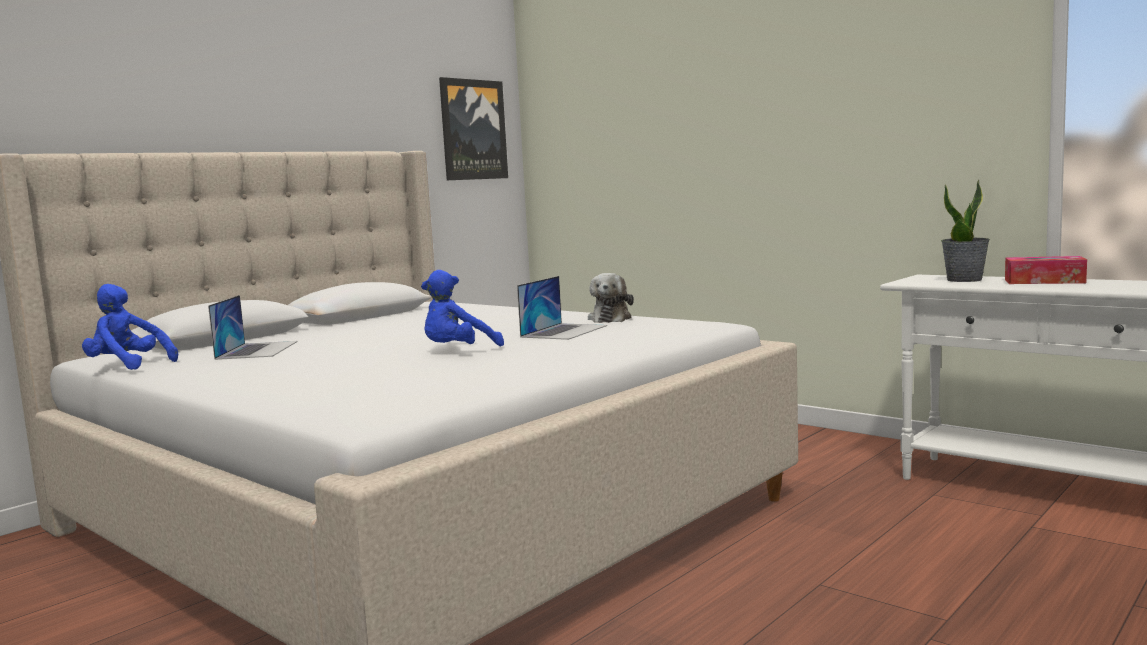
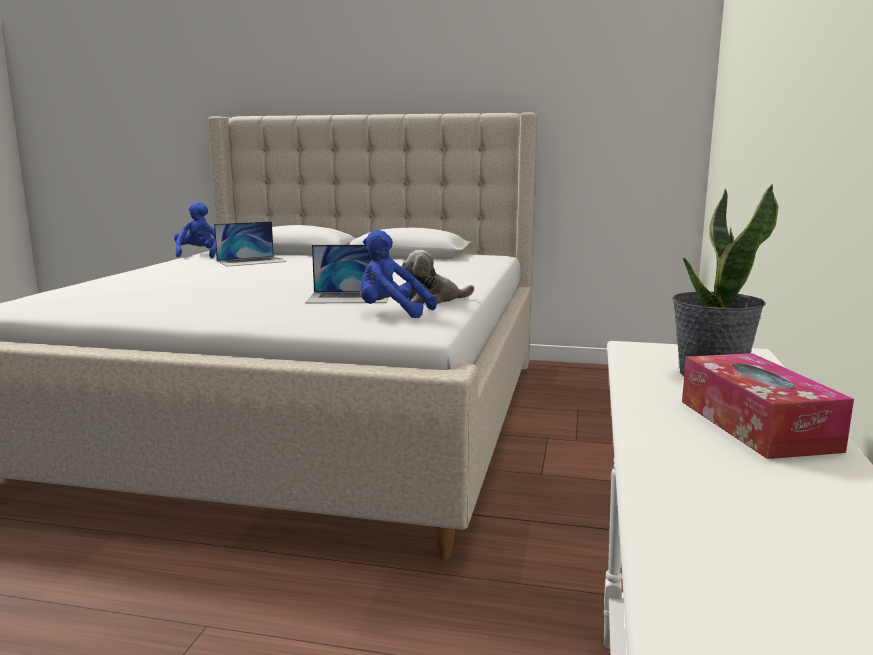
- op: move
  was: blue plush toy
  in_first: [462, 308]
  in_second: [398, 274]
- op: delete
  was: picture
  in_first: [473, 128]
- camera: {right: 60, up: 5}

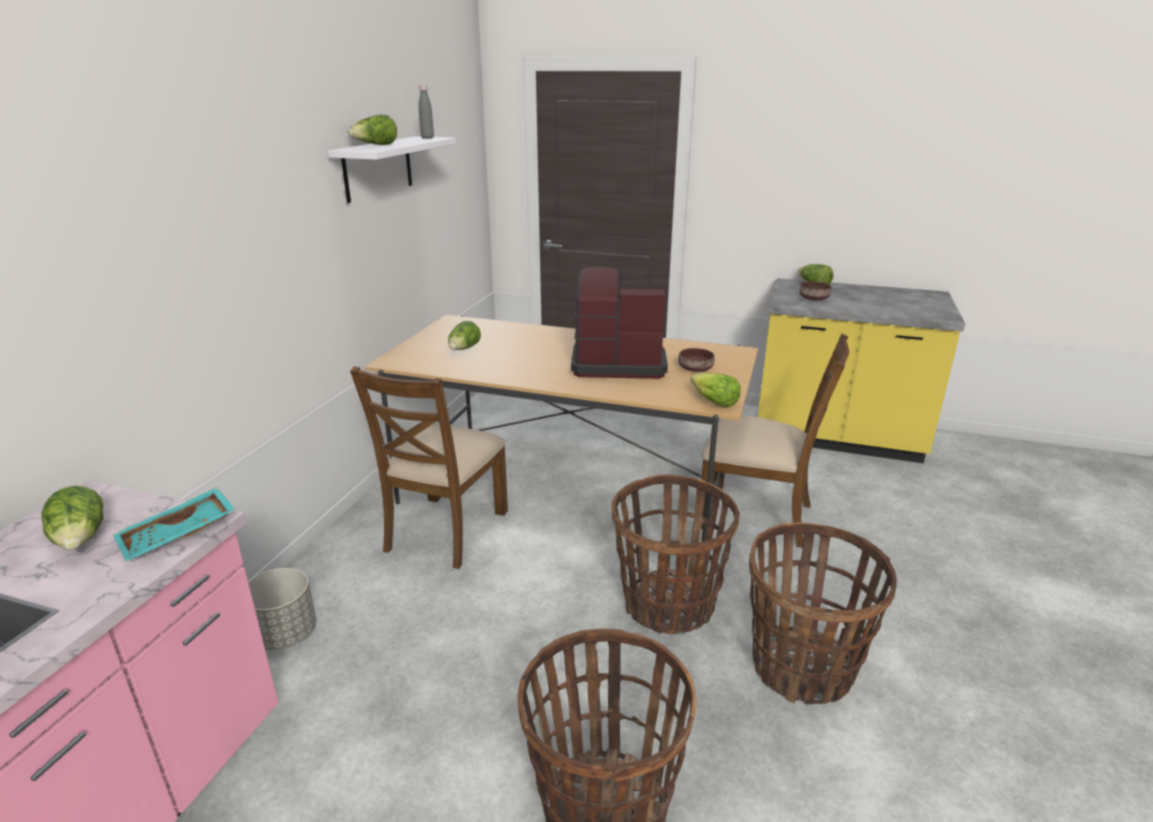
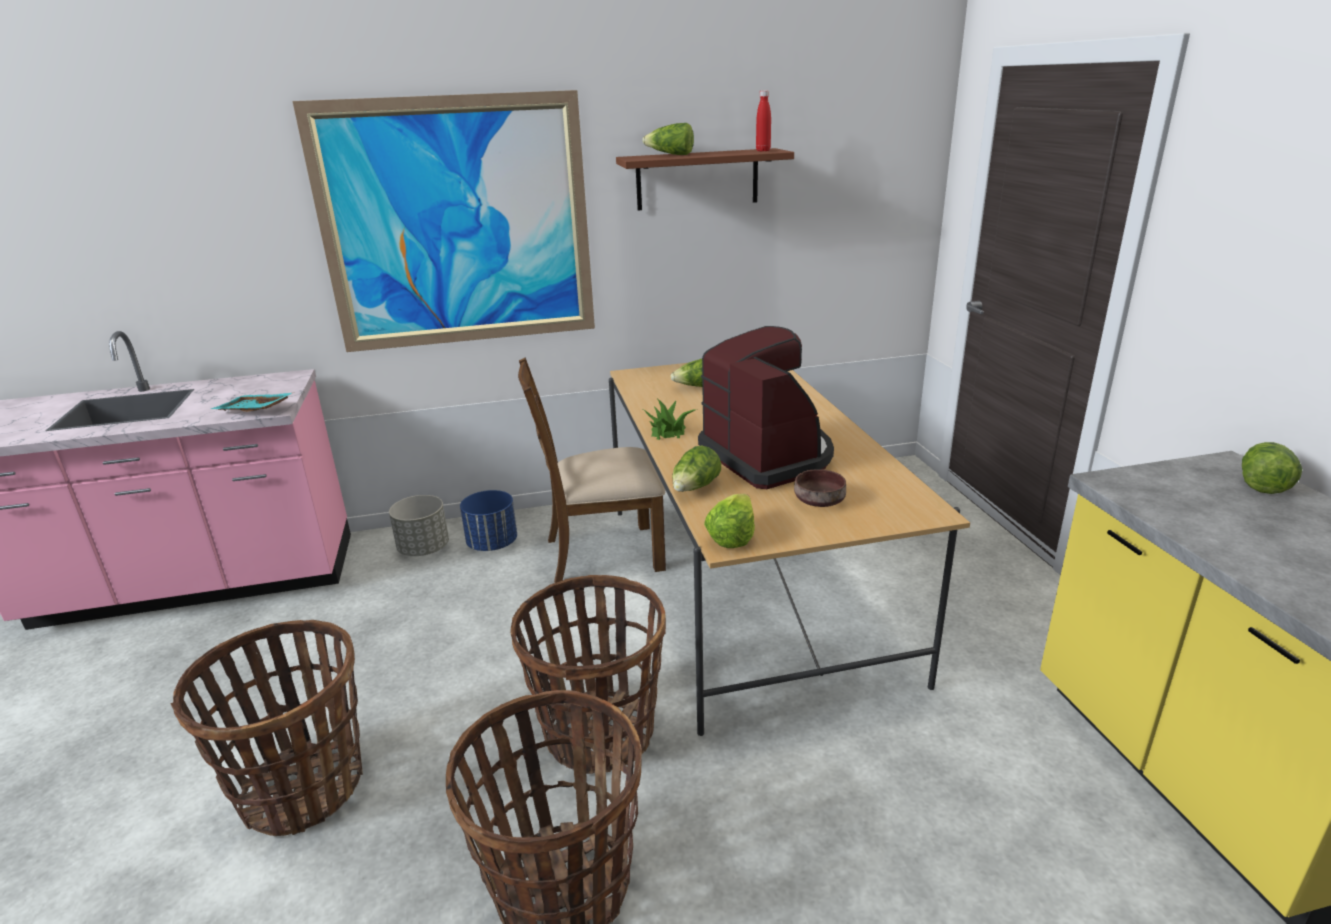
- op: insert
  now: picture
  in_second: [443, 221]
- op: insert
  now: blue planter
  in_second: [488, 520]
- op: recolor
  was: white shelf
  now: brown shelf
  in_first: [392, 169]
  in_second: [705, 179]
- op: insert
  now: potted plant
  in_second: [669, 419]
- op: move
  was: lettuce
  in_first: [72, 518]
  in_second: [696, 468]
- op: recolor
  was: grey bottle
  now: red bottle
  in_first: [426, 112]
  in_second: [763, 120]
- op: delete
  was: brown chair
  in_first: [775, 440]
- op: delete
  was: brown bowl
  in_first: [815, 291]
- camera: {right: 60, up: 0}

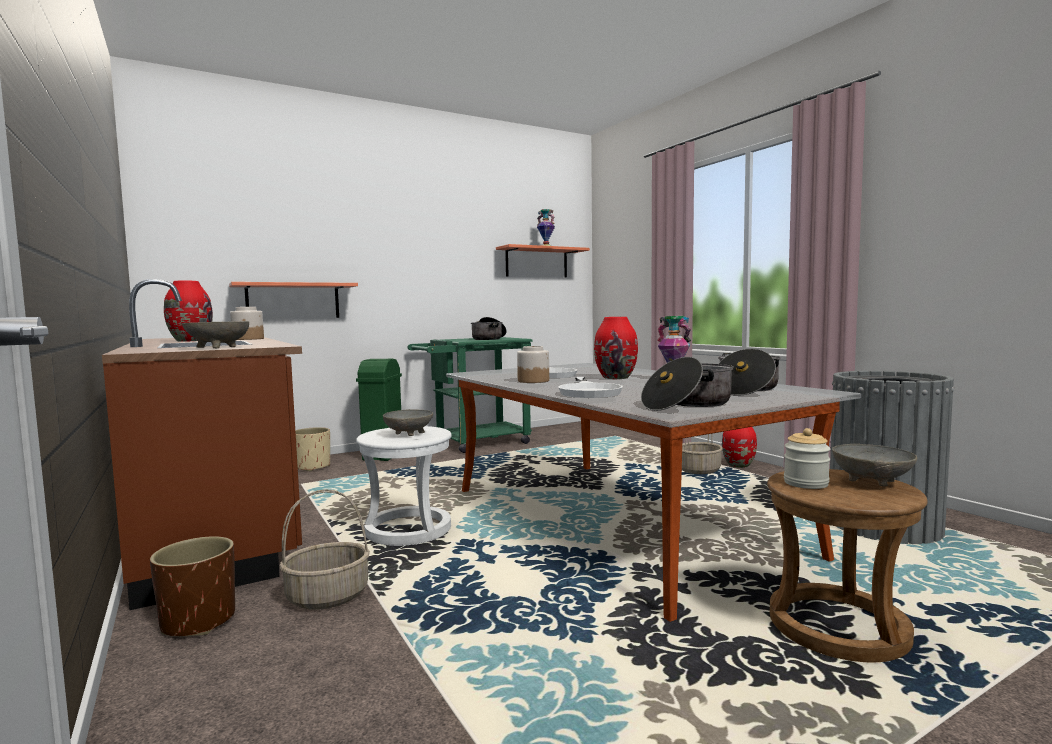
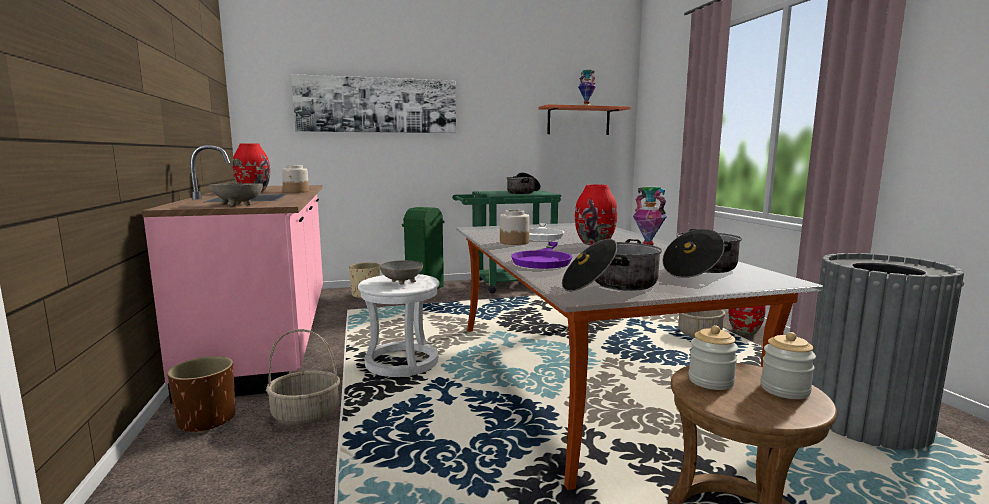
- op: recolor
  was: brown counter
  now: pink counter
  in_first: [202, 444]
  in_second: [232, 274]
- op: insert
  now: picture
  in_second: [373, 103]
- op: recolor
  was: white frying pan
  now: purple frying pan
  in_first: [590, 387]
  in_second: [541, 255]
- op: replace
  was: grey bowl
  now: jar
  in_first: [874, 465]
  in_second: [788, 365]
- op: delete
  was: shelf
  in_first: [293, 300]
- camera: {right: 15, up: 5}

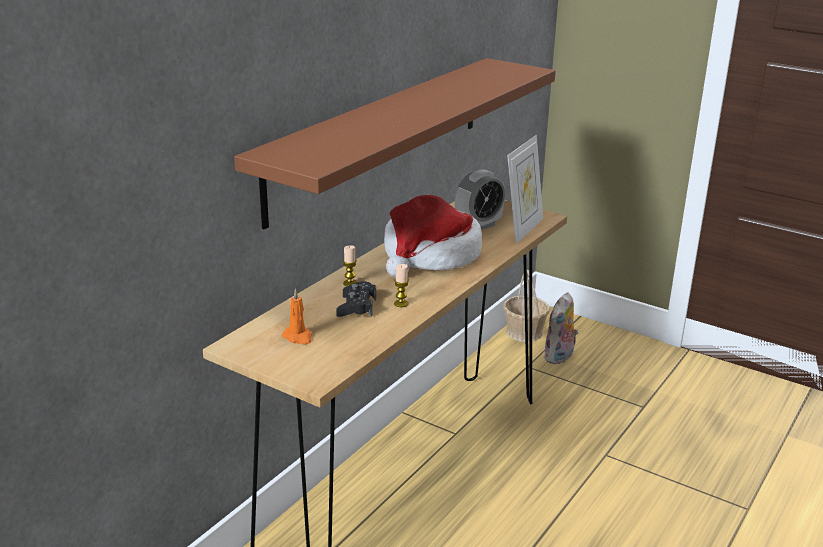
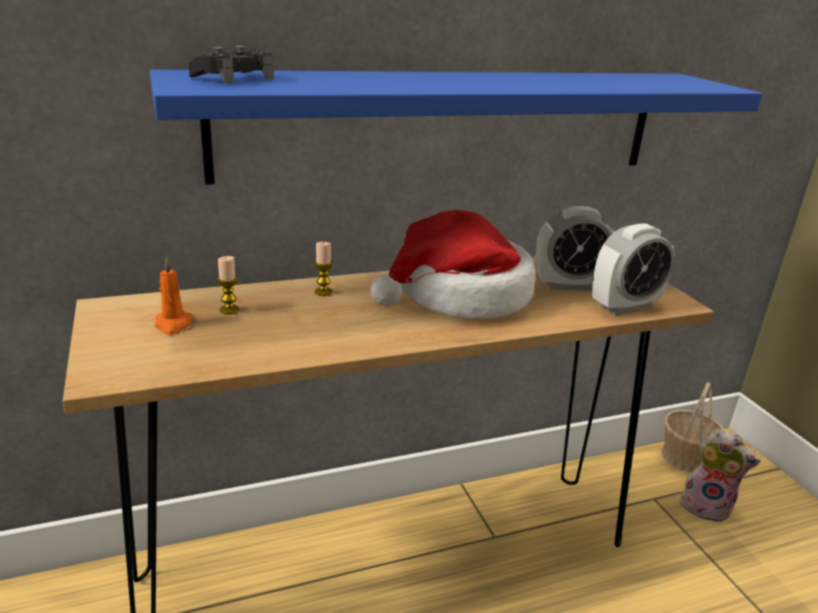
- op: recolor
  was: brown shelf
  now: blue shelf
  in_first: [395, 143]
  in_second: [456, 127]
- op: move
  was: black game controller
  in_first: [356, 299]
  in_second: [231, 65]
- op: move
  was: candle
  in_first: [401, 285]
  in_second: [228, 285]
- op: replace
  was: picture frame
  now: alarm clock
  in_first: [525, 189]
  in_second: [633, 269]
- op: rotate
  was: plush toy
  in_first: [560, 328]
  in_second: [719, 476]
  clockwise: -135
- camera: {right: 35, up: 0}

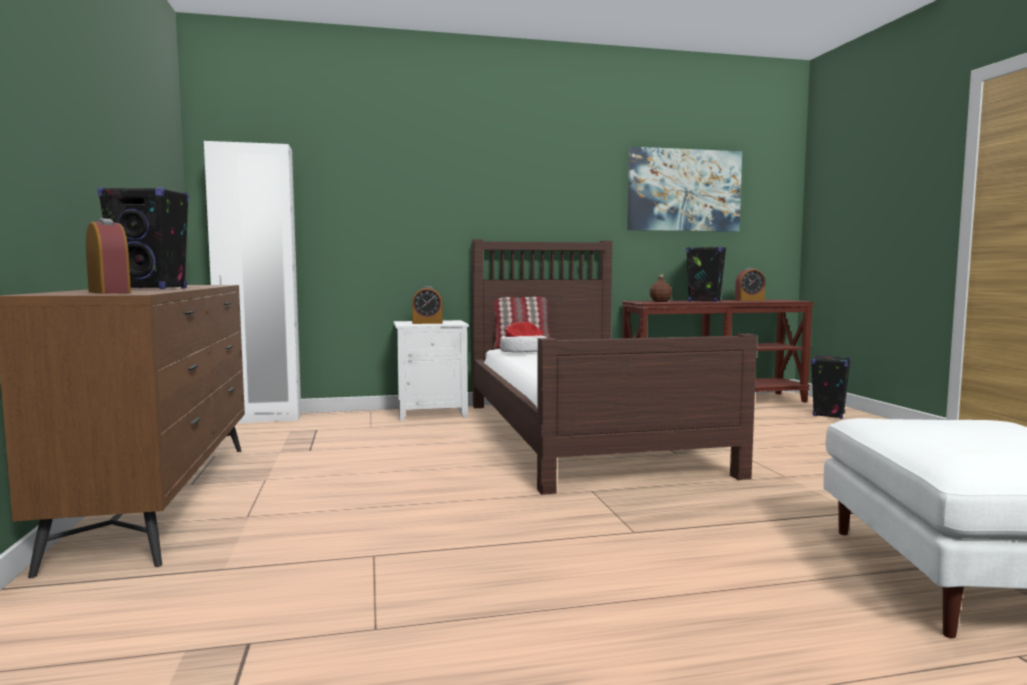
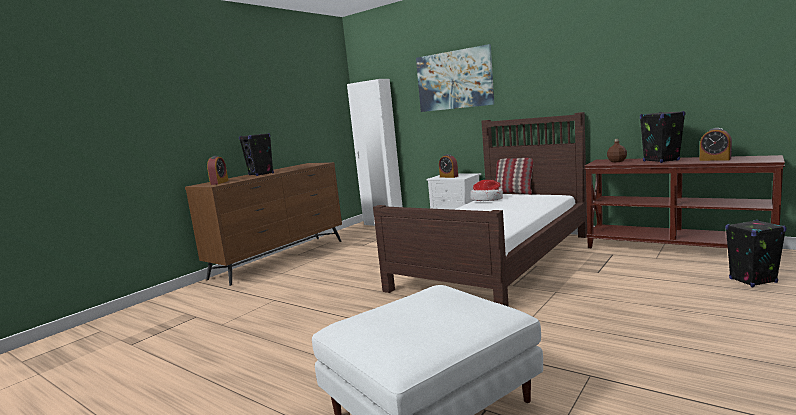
- op: move
  was: picture
  in_first: [684, 189]
  in_second: [455, 78]
- camera: {right: 50, up: 5}

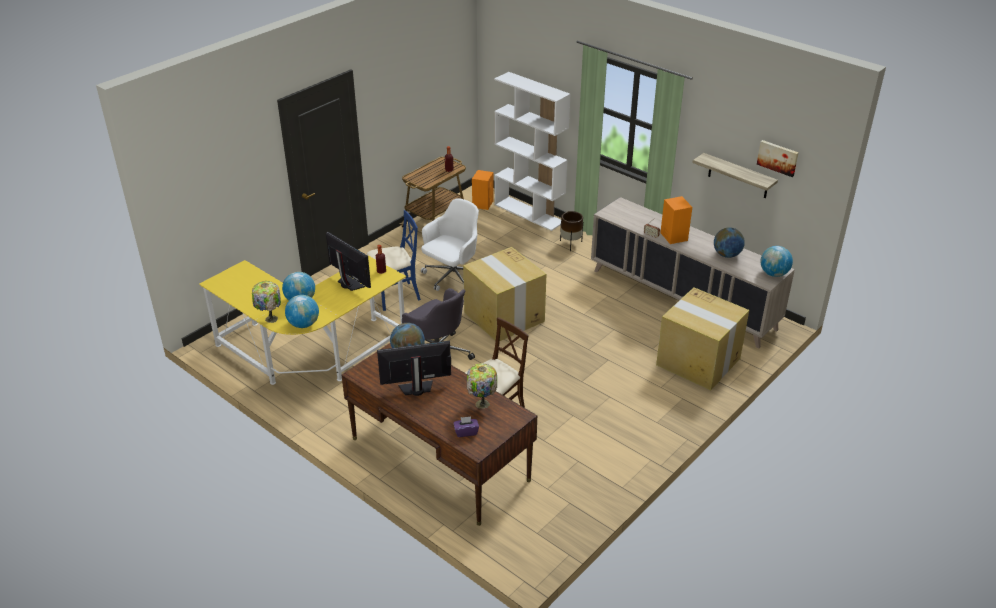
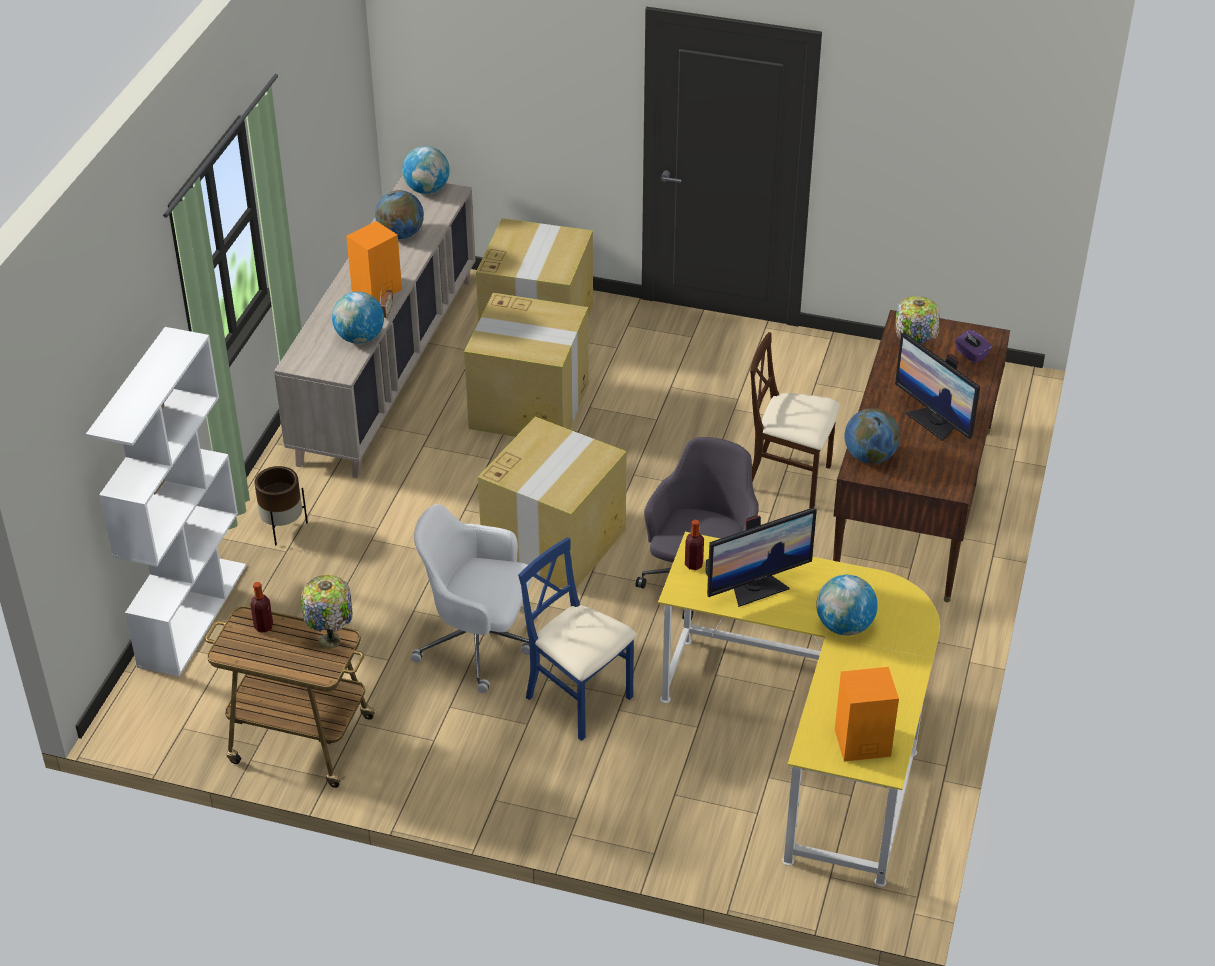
- op: move
  was: table lamp
  in_first: [266, 302]
  in_second: [327, 612]
- op: move
  was: globe
  in_first: [302, 311]
  in_second: [358, 318]
- op: insert
  now: cardboard box
  in_second: [526, 365]
- op: rotate
  was: monitor
  in_first: [348, 261]
  in_second: [761, 557]
  clockwise: -135
- op: move
  was: orange speaker
  in_first: [483, 190]
  in_second: [867, 714]
- op: delete
  was: shelf
  in_first: [735, 175]
- op: delete
  was: picture
  in_first: [778, 158]
- camera: {right: -115, up: 5}

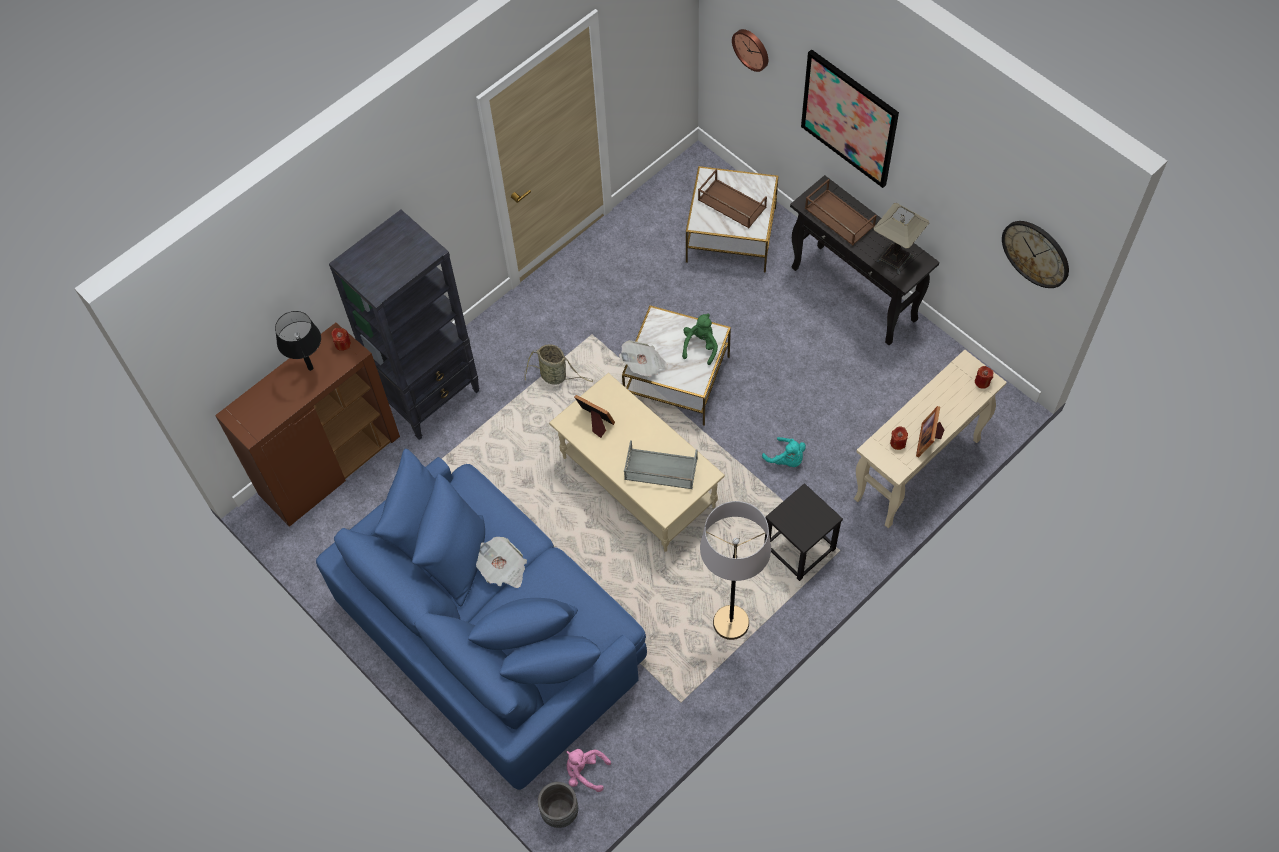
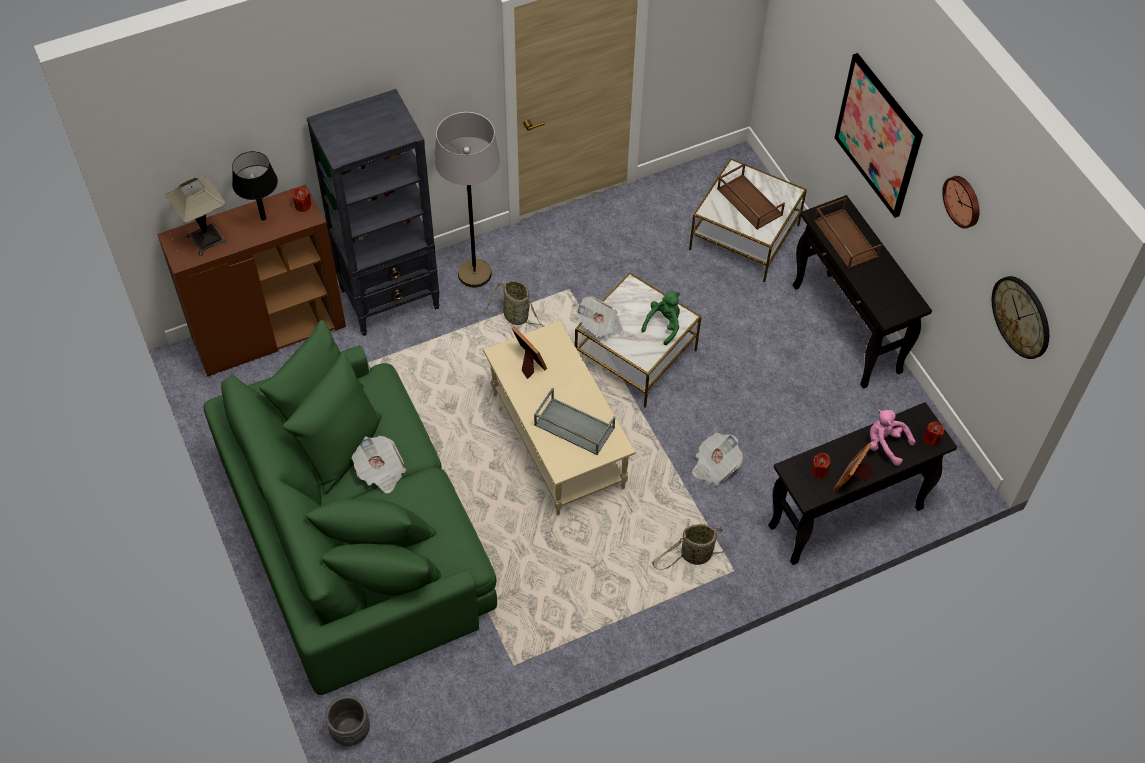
- op: move
  was: table lamp
  in_first: [901, 239]
  in_second: [196, 216]
- op: recolor
  was: blue sofa
  now: green sofa
  in_first: [481, 619]
  in_second: [350, 507]
- op: move
  was: grey floor lamp
  in_first: [735, 570]
  in_second: [467, 199]
- op: replace
  was: black stool
  now: basket
  in_first: [803, 532]
  in_second: [690, 547]
- op: replace
  was: turquoise plush toy
  now: newspaper
  in_first: [784, 452]
  in_second: [717, 459]
- op: recolor
  was: beige console table
  now: black console table
  in_first: [930, 439]
  in_second: [862, 483]
- op: move
  was: pink plush toy
  in_first: [589, 770]
  in_second: [893, 438]
- op: move
  was: wall clock
  in_first: [750, 50]
  in_second: [960, 202]
- camera: {right: 15, up: -5}

